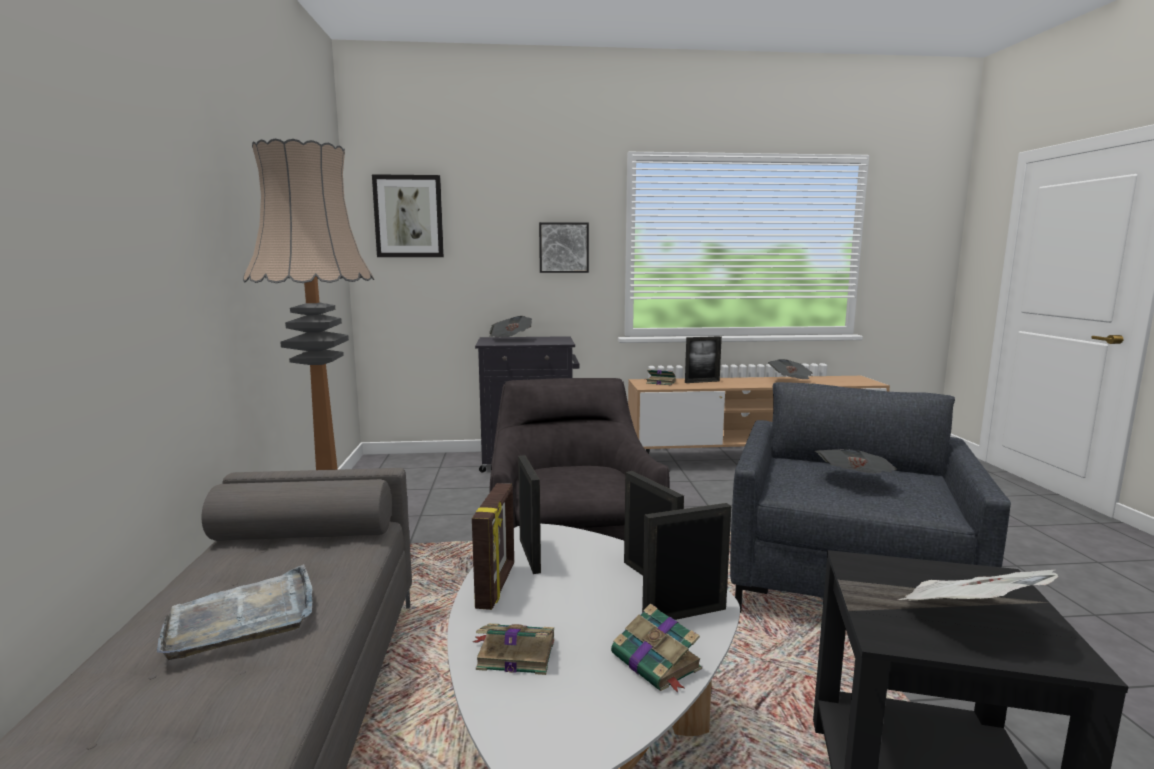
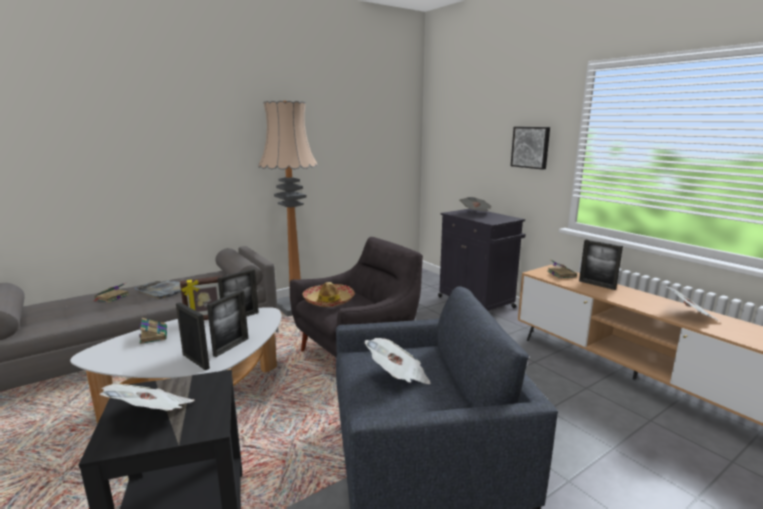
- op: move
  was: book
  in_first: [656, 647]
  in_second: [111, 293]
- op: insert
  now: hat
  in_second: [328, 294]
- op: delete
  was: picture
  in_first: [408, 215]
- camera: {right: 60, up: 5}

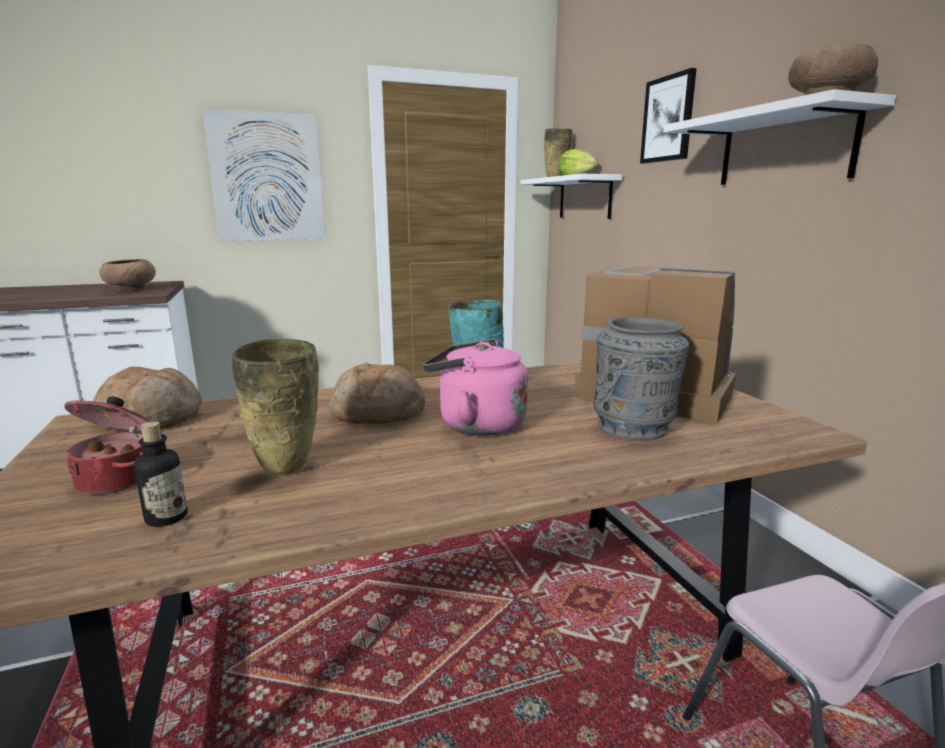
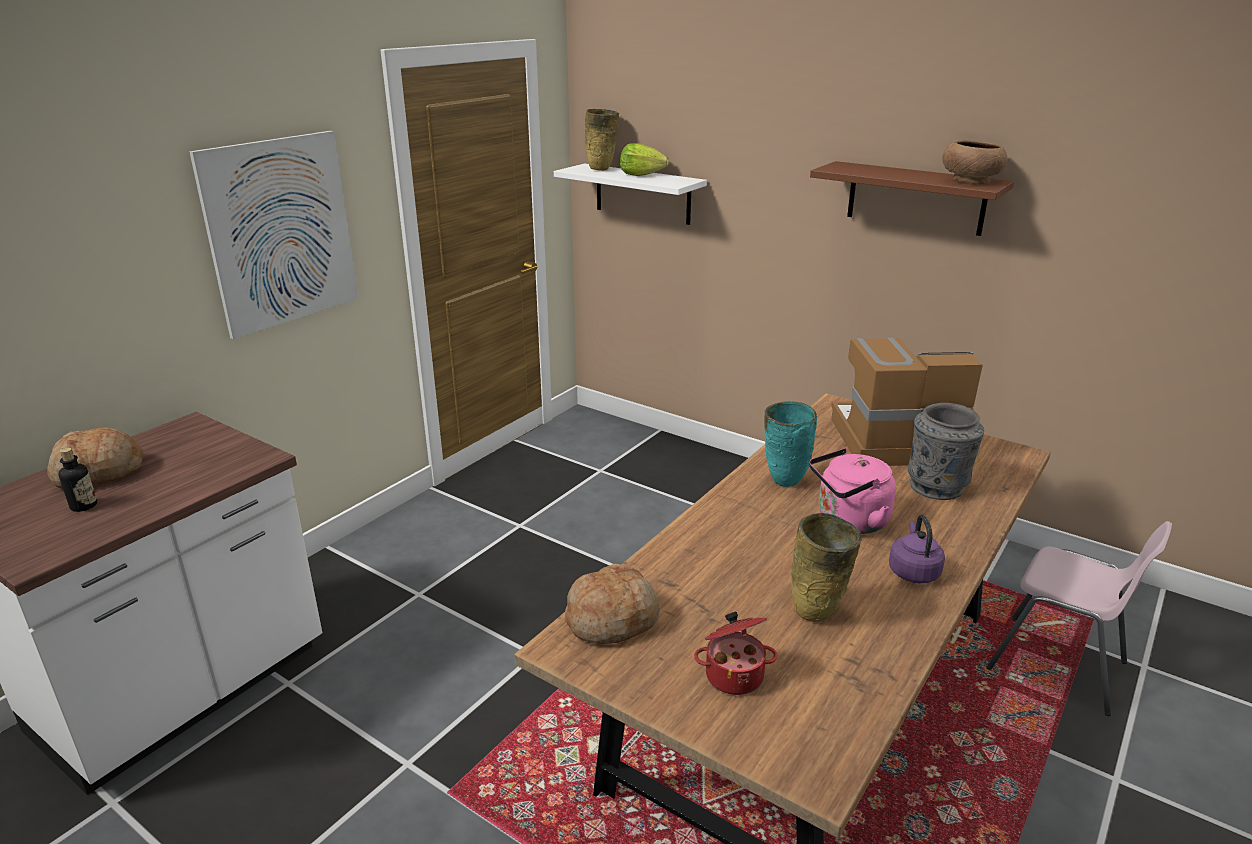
- op: move
  was: bread
  in_first: [377, 393]
  in_second: [95, 458]
- op: move
  was: bottle
  in_first: [161, 474]
  in_second: [78, 480]
- op: recolor
  was: white shelf
  now: brown shelf
  in_first: [779, 137]
  in_second: [912, 198]
- op: insert
  now: purple kettle
  in_second: [917, 548]
- op: delete
  was: brown bowl
  in_first: [128, 275]
- op: delete
  was: picture
  in_first: [668, 116]
- camera: {right: -35, up: 10}

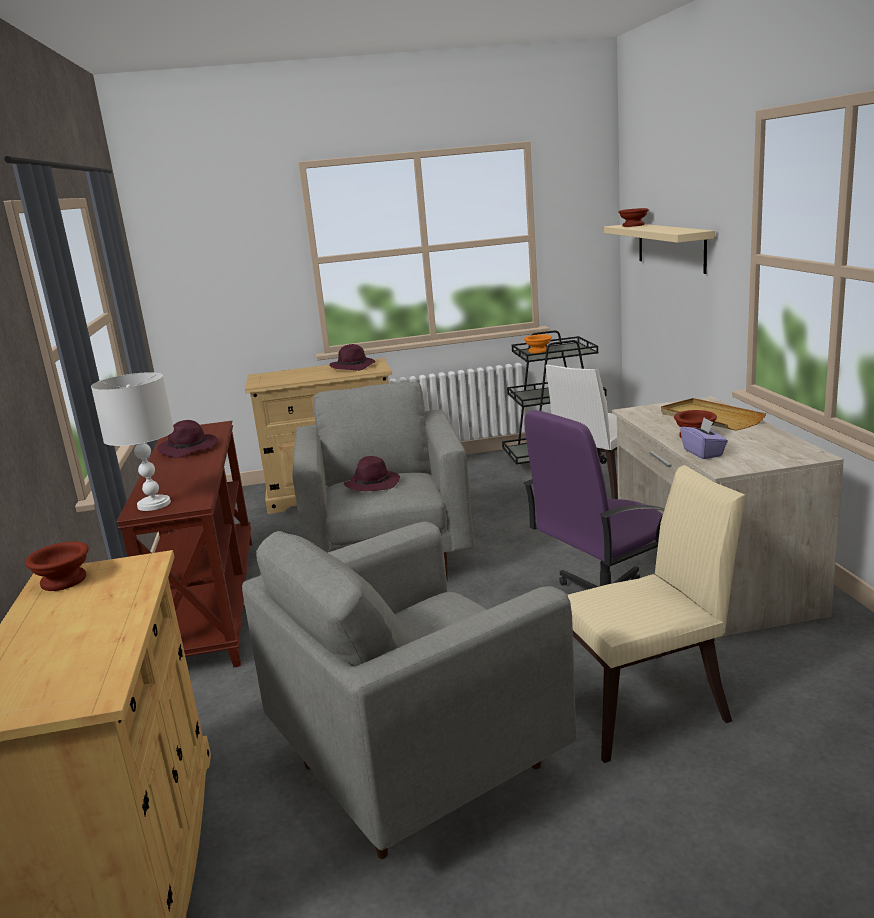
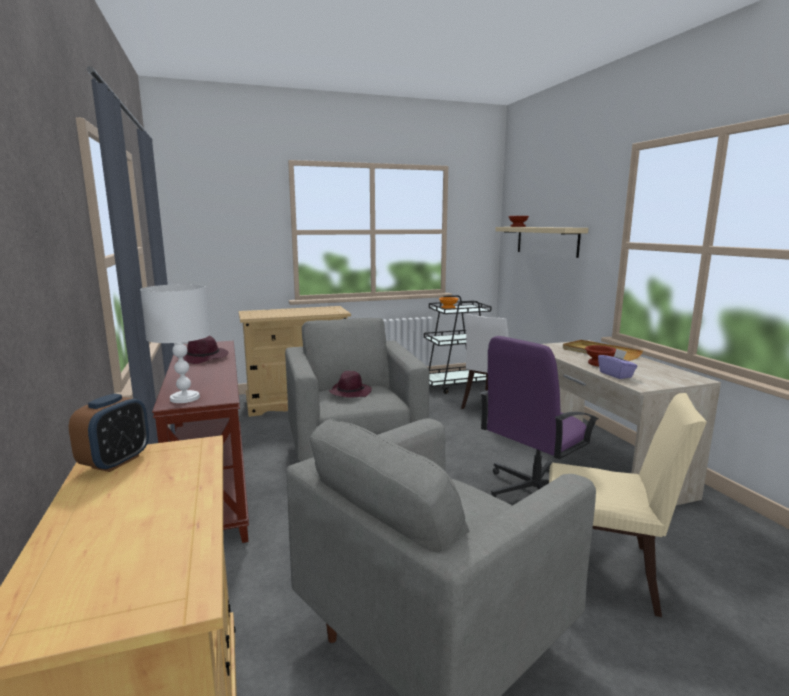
- op: replace
  was: brown bowl
  now: alarm clock
  in_first: [57, 566]
  in_second: [109, 433]
- op: rotate
  was: beige chair
  in_first: [657, 614]
  in_second: [628, 505]
  clockwise: 45
- op: delete
  was: purple hat
  in_first: [352, 357]
- camera: {right: -10, up: -5}

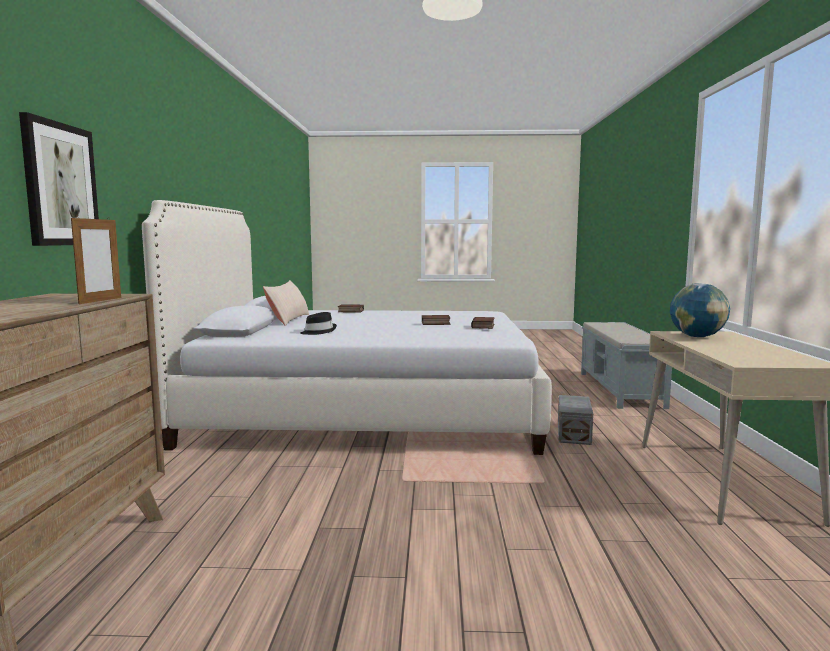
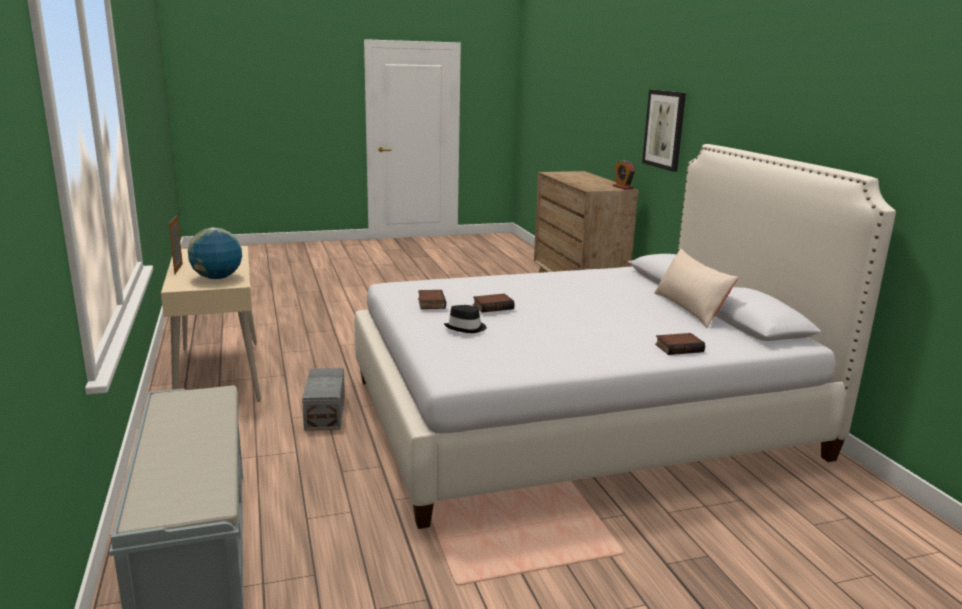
- op: move
  was: picture frame
  in_first: [96, 259]
  in_second: [176, 245]
- op: move
  was: black hat
  in_first: [318, 323]
  in_second: [465, 319]
- op: insert
  now: alarm clock
  in_second: [624, 175]
- camera: {right: 160, up: 10}

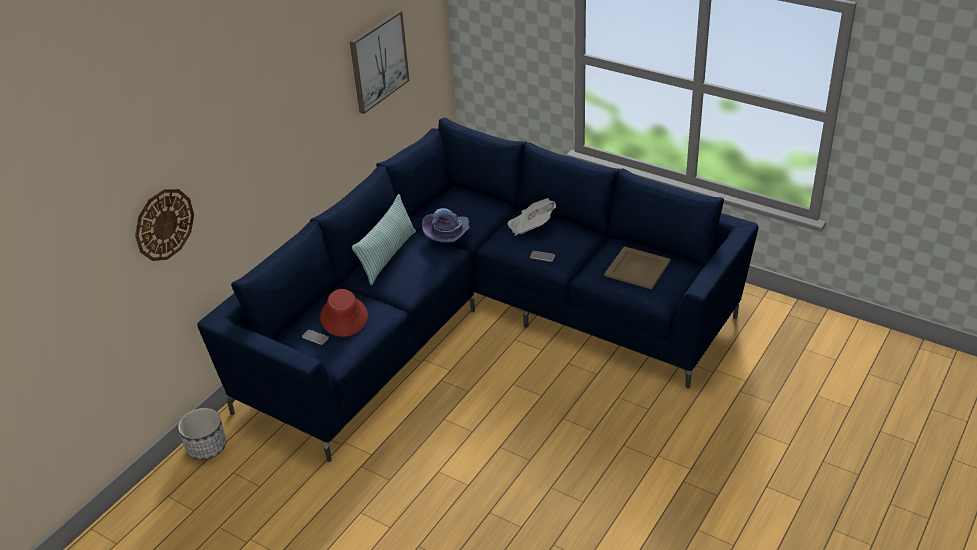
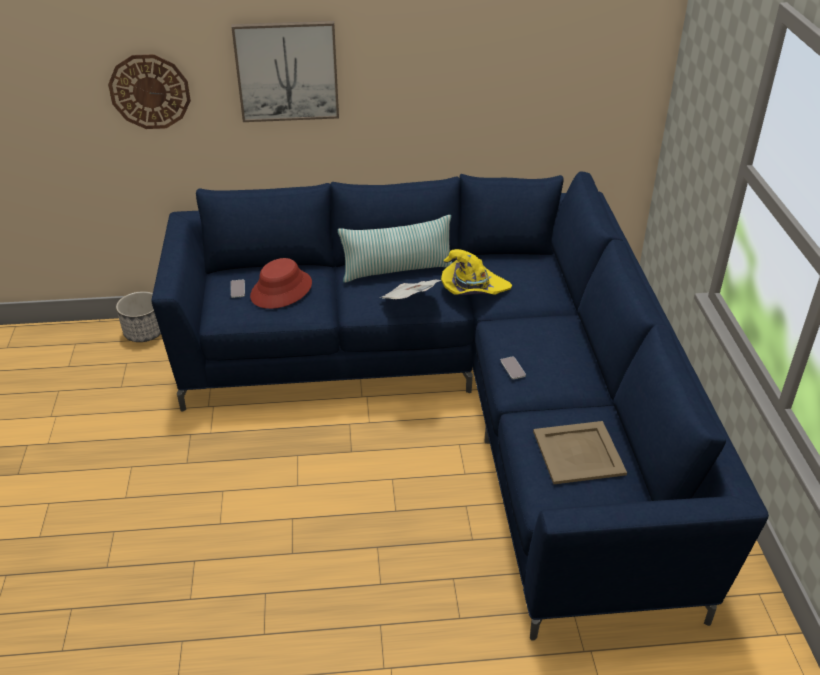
- op: move
  was: picture
  in_first: [379, 62]
  in_second: [285, 71]
- op: move
  was: newspaper
  in_first: [531, 217]
  in_second: [410, 289]
- op: recolor
  was: purple hat
  now: yellow hat
  in_first: [446, 225]
  in_second: [476, 272]
- camera: {right: 50, up: 0}

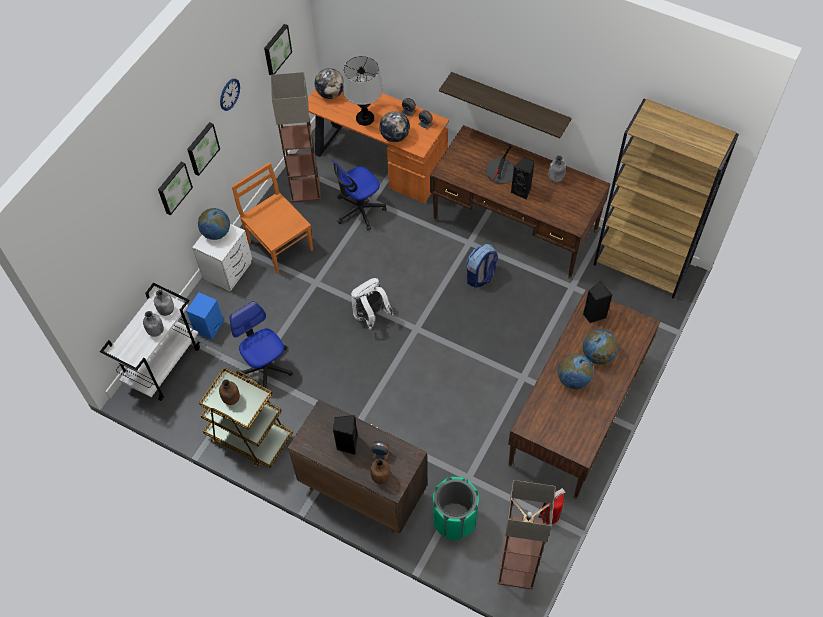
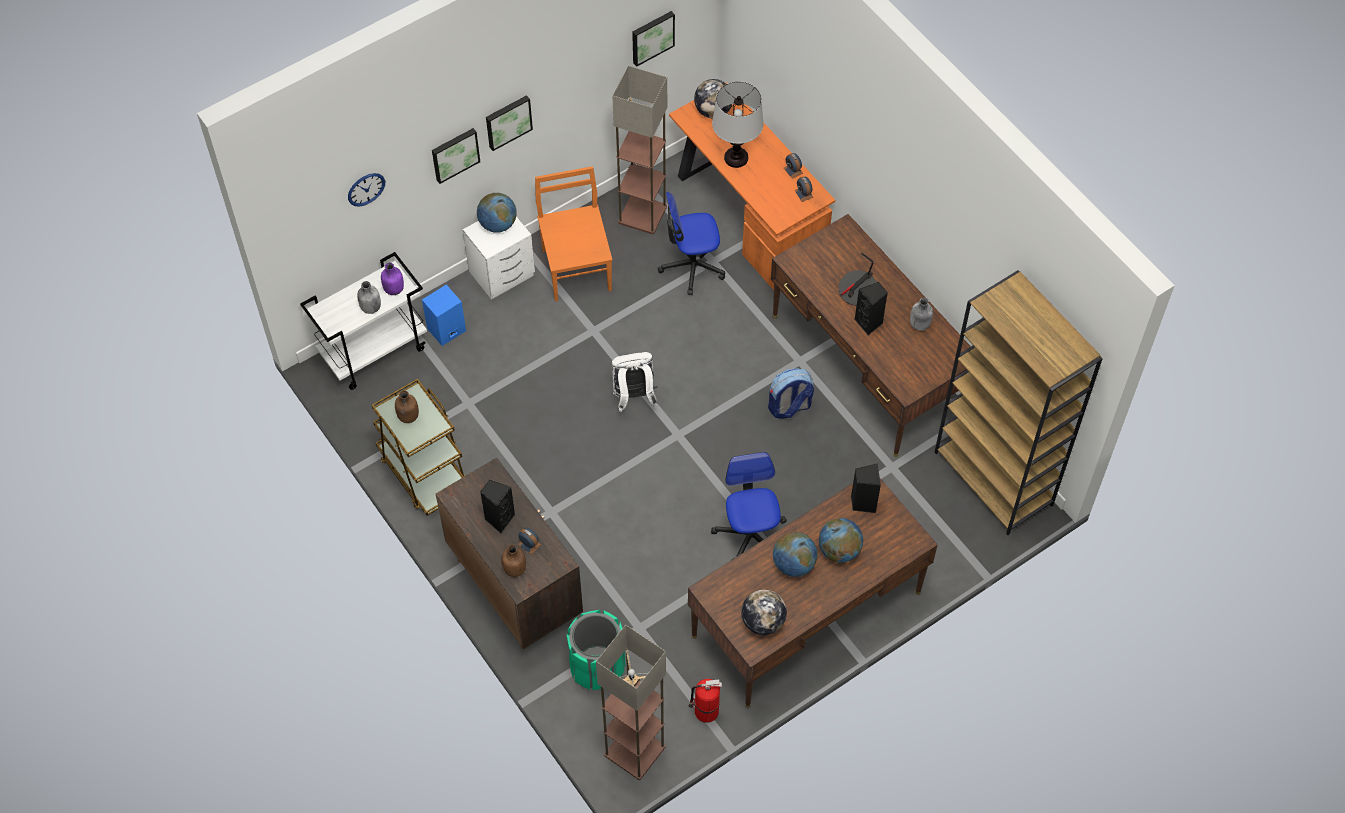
- op: move
  was: wall clock
  in_first: [230, 95]
  in_second: [366, 190]
- op: recolor
  was: grey bottle
  now: purple bottle
  in_first: [164, 303]
  in_second: [392, 278]
- op: move
  was: office chair
  in_first: [261, 344]
  in_second: [749, 505]
- op: move
  was: globe
  in_first: [394, 126]
  in_second: [764, 612]
- op: delete
  was: shelf
  in_first: [505, 105]
- camera: {right: 25, up: 0}

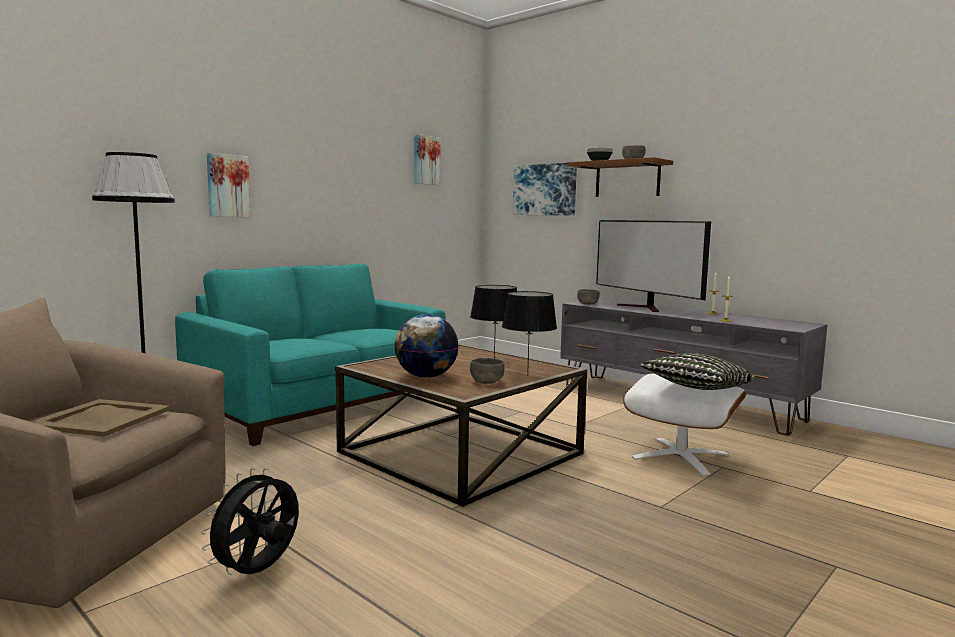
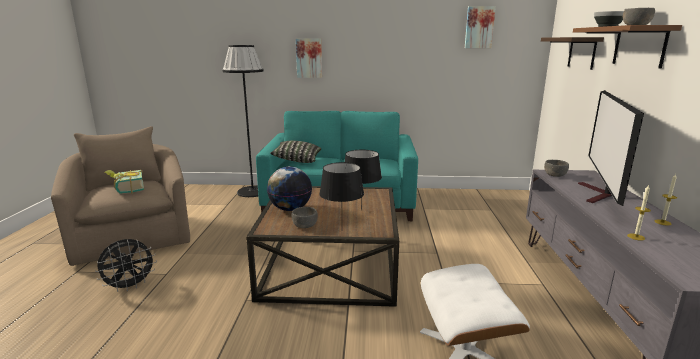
- op: rotate
  was: black fan
  in_first: [250, 521]
  in_second: [126, 265]
  clockwise: 150
- op: replace
  was: beige tray
  now: book
  in_first: [100, 418]
  in_second: [124, 182]
- op: move
  was: pillow
  in_first: [697, 371]
  in_second: [295, 152]
- op: replace
  was: picture
  now: shelf
  in_first: [545, 189]
  in_second: [572, 53]
- camera: {right: 50, up: 10}

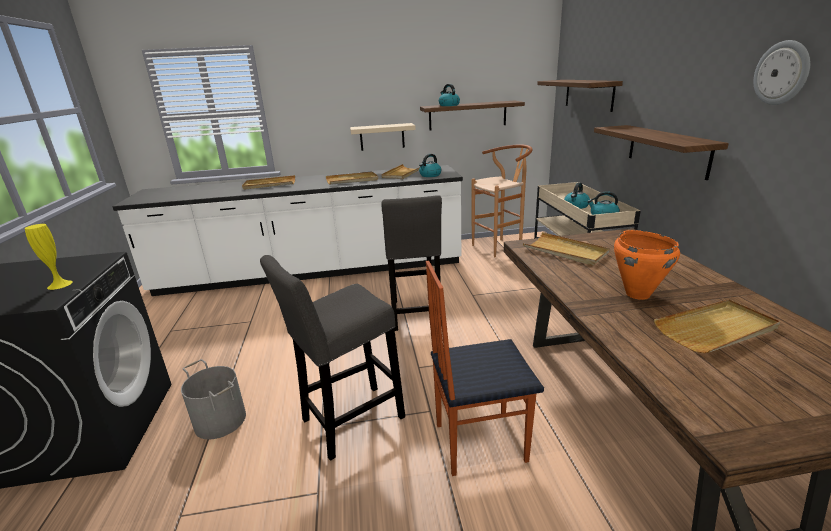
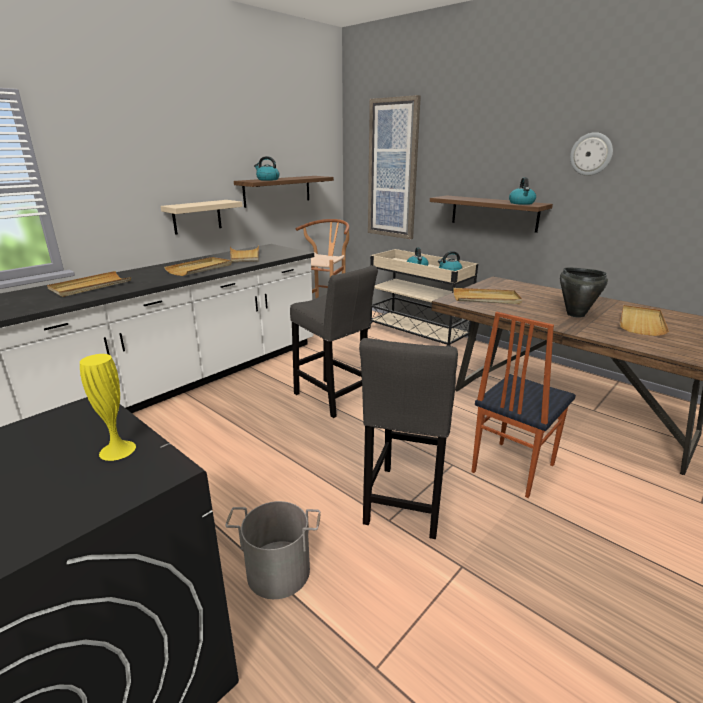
- op: replace
  was: shelf
  now: picture
  in_first: [580, 96]
  in_second: [394, 167]
- op: move
  was: kettle
  in_first: [430, 165]
  in_second: [522, 191]
- op: recolor
  was: orange cooking pot
  now: black cooking pot
  in_first: [647, 265]
  in_second: [584, 292]
- camera: {right: -40, up: 0}

